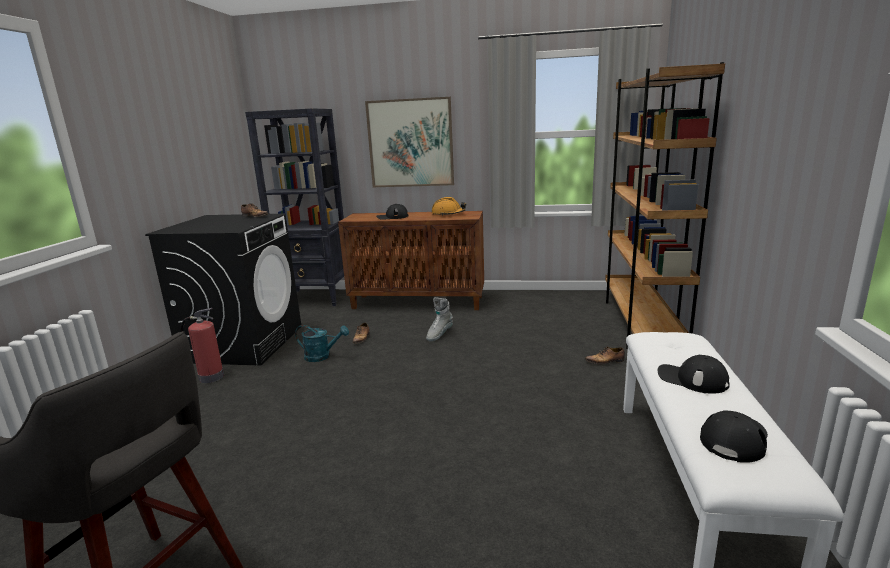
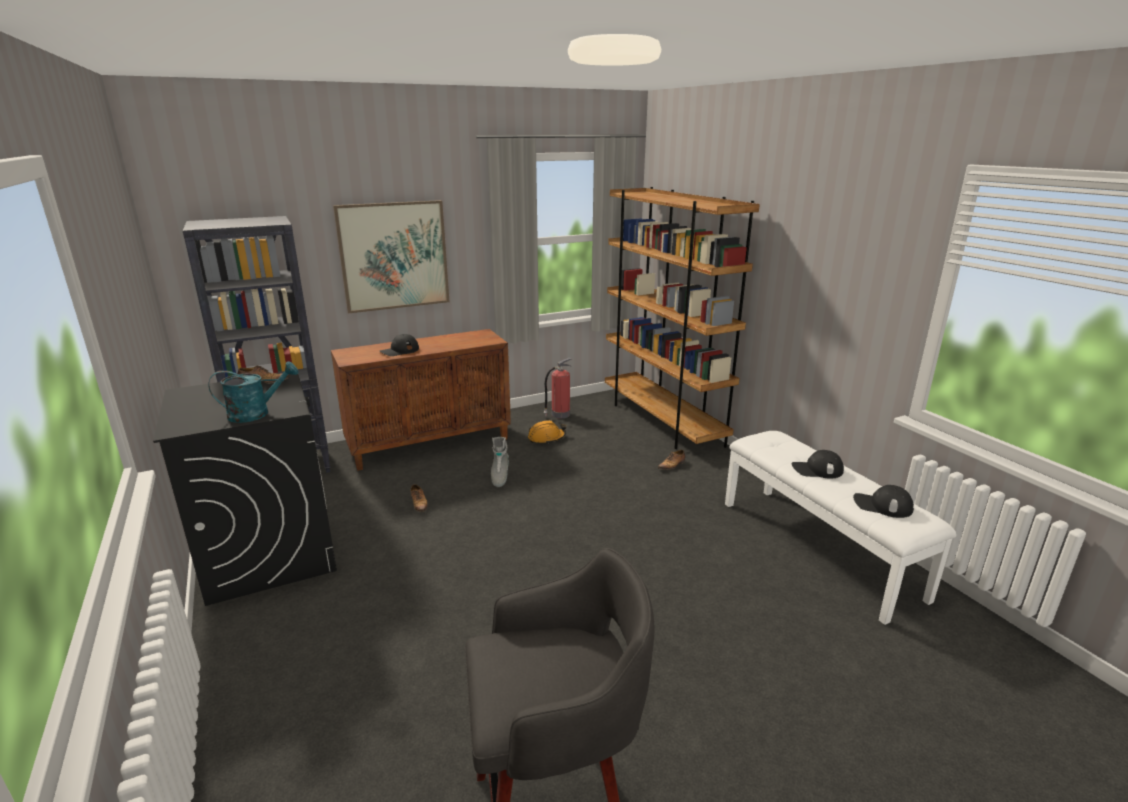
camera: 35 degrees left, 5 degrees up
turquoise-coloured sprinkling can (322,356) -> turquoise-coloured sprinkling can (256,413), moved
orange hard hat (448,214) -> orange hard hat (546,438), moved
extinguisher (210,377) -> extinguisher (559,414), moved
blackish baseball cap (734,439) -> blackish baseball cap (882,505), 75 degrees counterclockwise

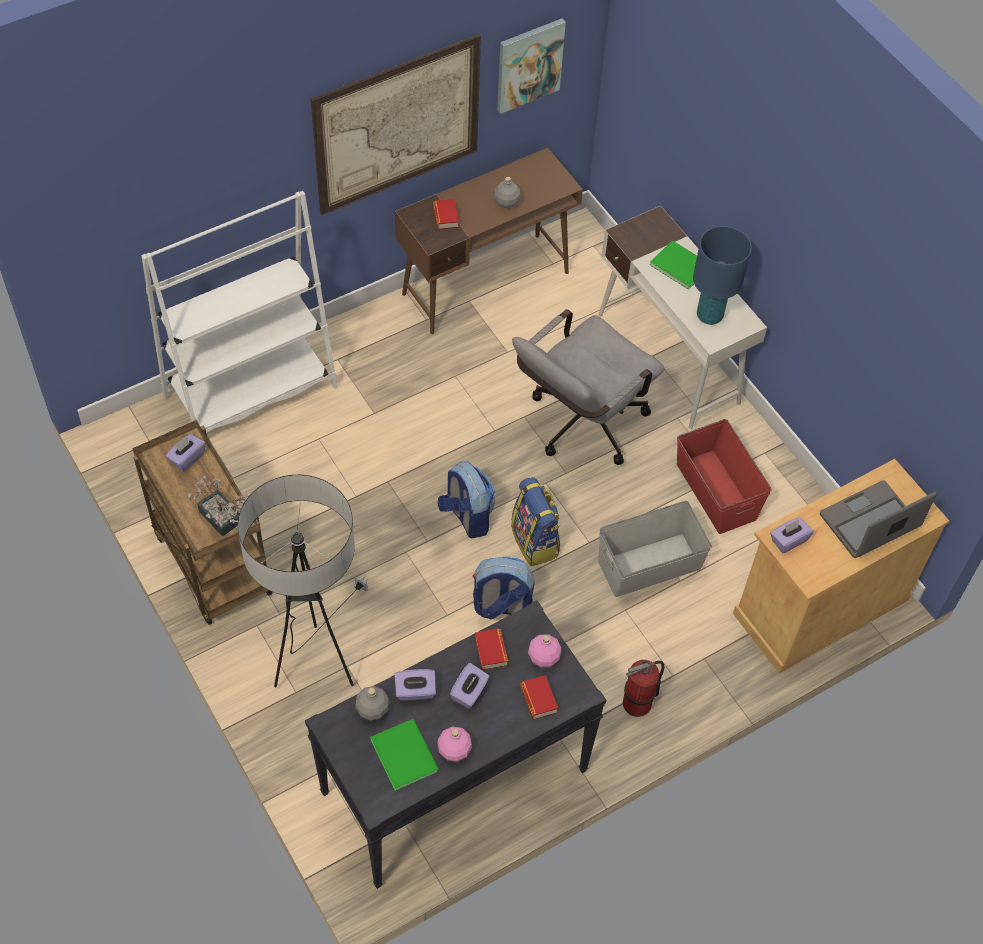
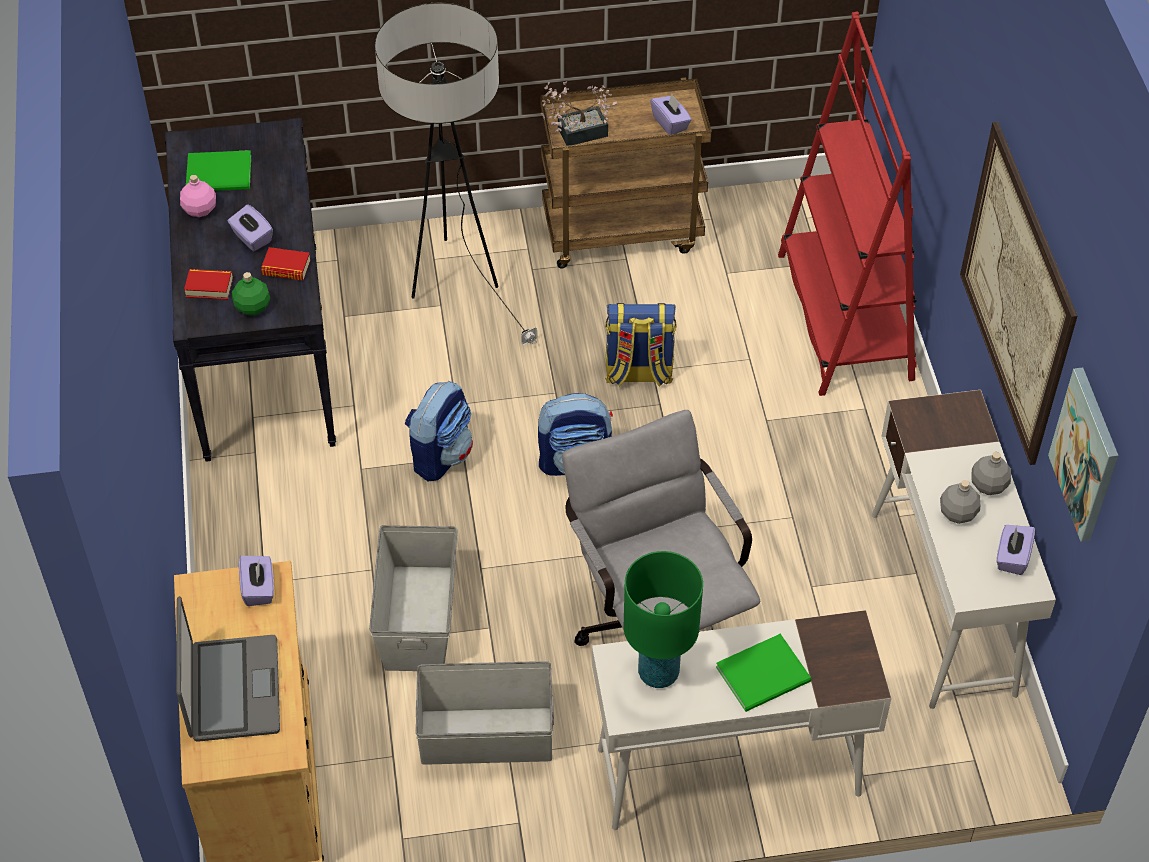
camera: 115 degrees right, 5 degrees down
pink beverage bottle (543,657) -> greenish beverage bottle (253,306)
reddish storage box (715,492) -> grey storage box (485,735)
rucksack (535,541) -> rucksack (638,373), moved
blue tabletop lamp (709,315) -> greenish tabletop lamp (658,672)
whitish bookcase (251,392) -> reddish bookcase (844,317)
brown-coloured desk table (486,282) -> whitish desk table (943,603)
grey beverage bottle (372,710) -> grey beverage bottle (988,485), moved
purple-coloured box of tissues (415,691) -> purple-coloured box of tissues (1012,557), moved
book (445,216) -> none
extinguisher (637,704) -> none

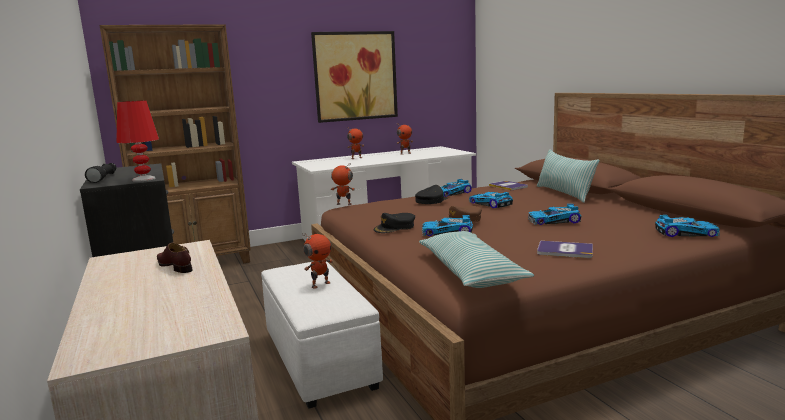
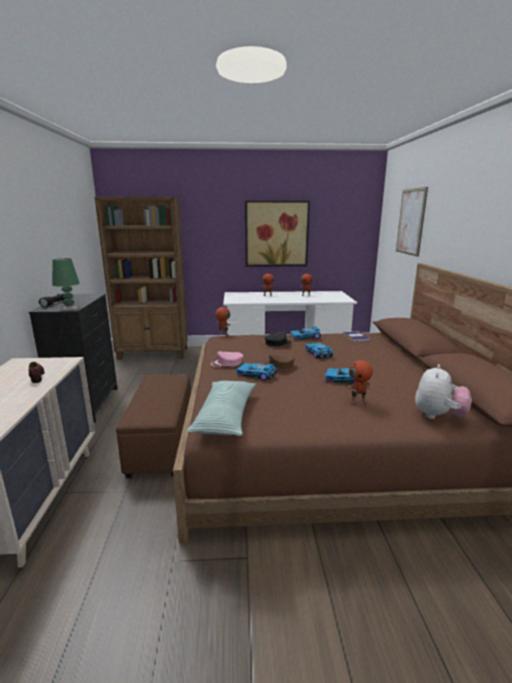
camera: 20 degrees right, 5 degrees up
reddish tabletop lamp (144,179) -> greenish tabletop lamp (70,308)
whitish pouffe (320,359) -> brown-coloured pouffe (162,443)
blackish baseball cap (395,228) -> pink baseball cap (227,363)
toy robot (320,284) -> toy robot (357,401), moved
none -> wall art (410,222)
model car (685,232) -> cuddly toy (438,416)
pillow (564,193) -> none
book (565,250) -> none

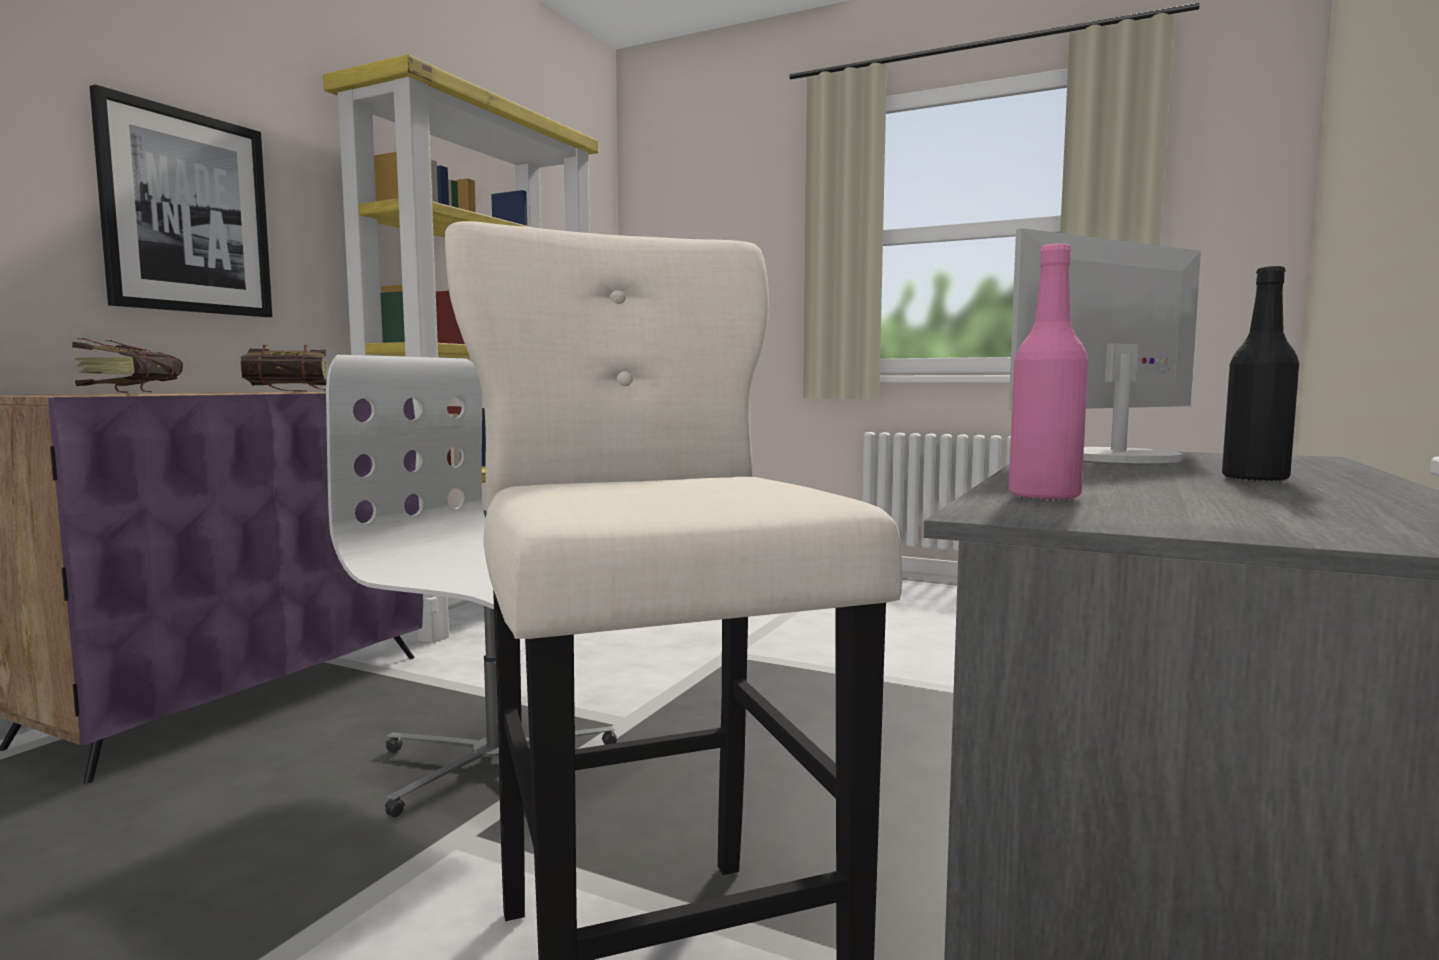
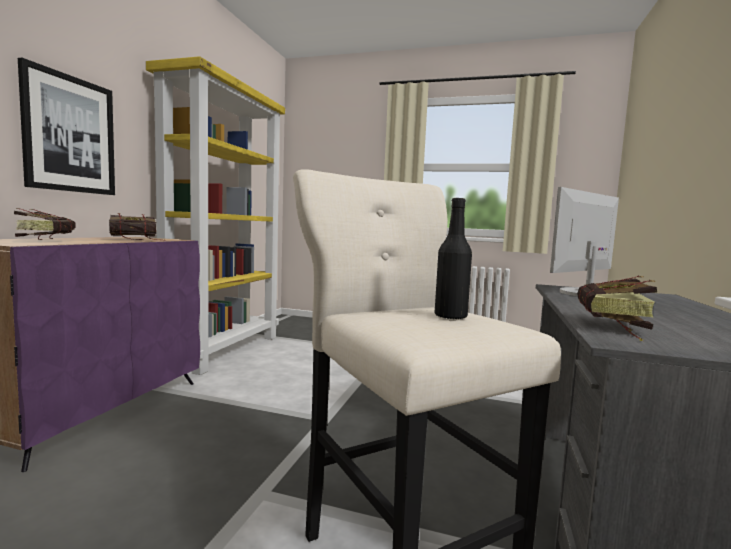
camera: 10 degrees left, 0 degrees up
blackish beverage bottle (1255,479) -> blackish beverage bottle (450,316), moved
pink beverage bottle (1044,497) -> book (612,327)
whitish computer chair (494,765) -> none

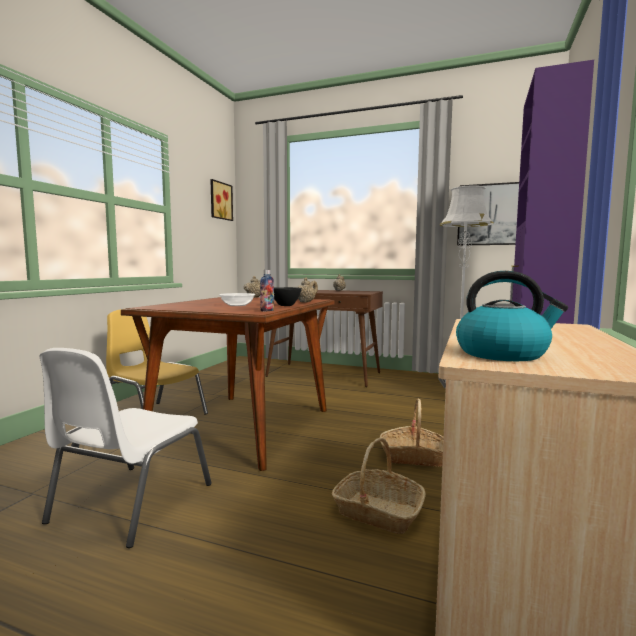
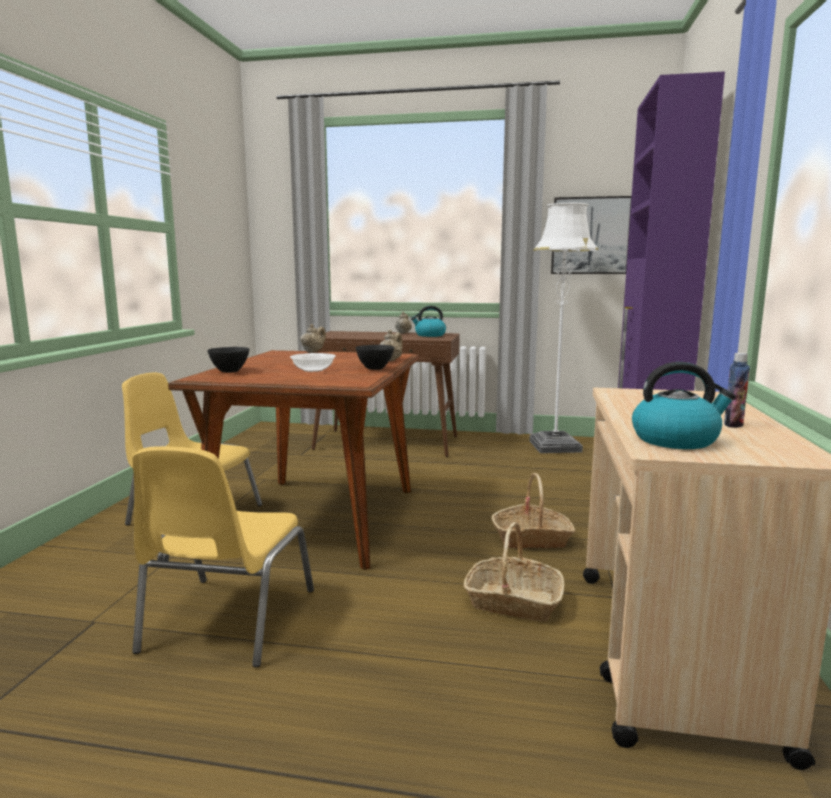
camera: 10 degrees left, 5 degrees up
whitish plain chair (129,503) -> yellow-coloured plain chair (226,621)
none -> blackish deep dish (230,372)
none -> kettle (429,335)
beverage bottle (267,310) -> beverage bottle (733,424), moved
wall art (219,201) -> none

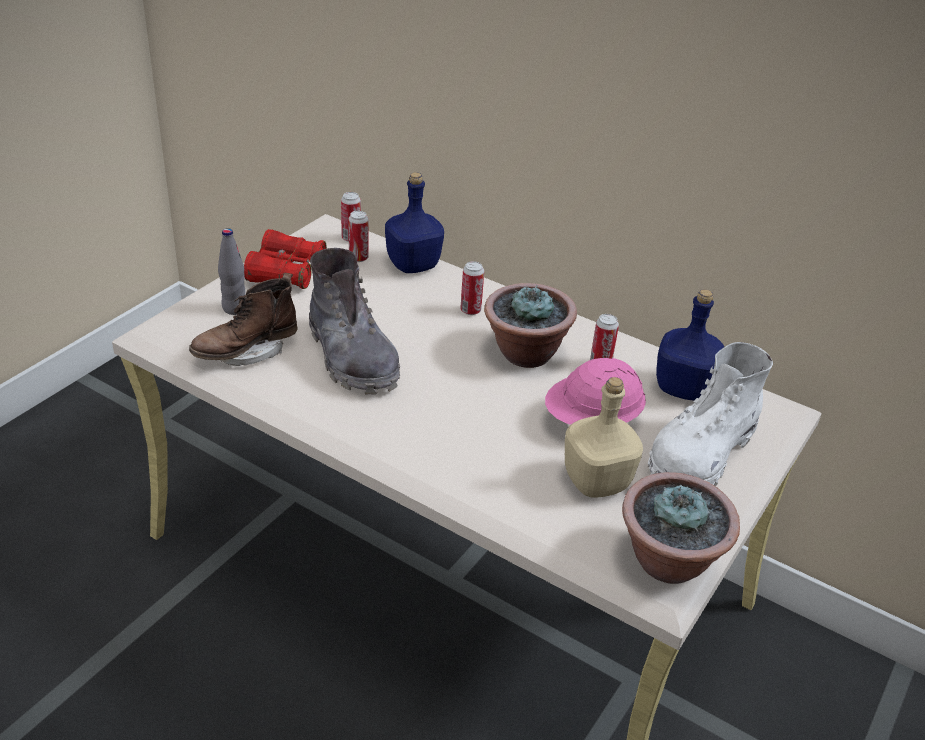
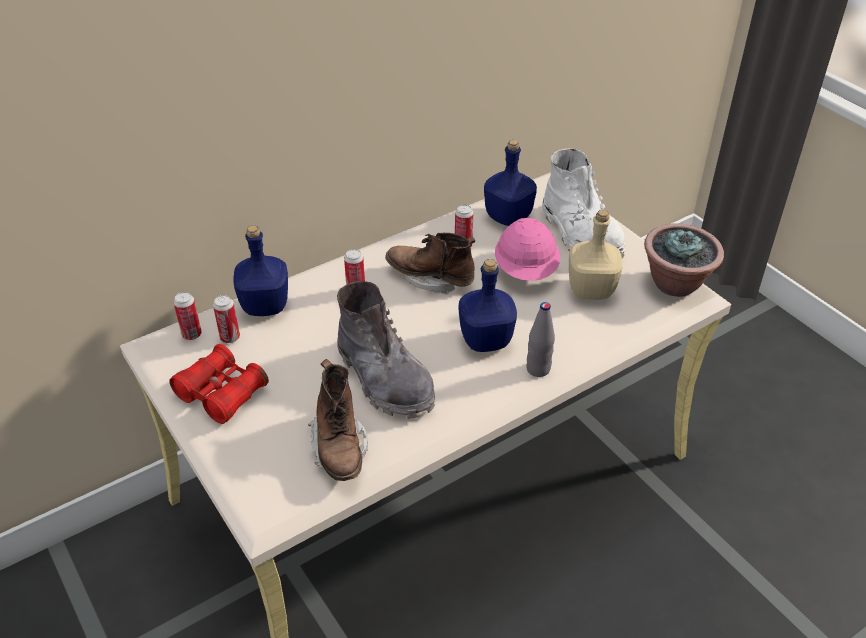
camera: 65 degrees left, 5 degrees up
grey high-top boot (352,357) -> grey high-top boot (385,379), 60 degrees clockwise
plant in a pot (525,353) -> brown-coloured high-top boot (430,278)
none -> blue beverage bottle (484,340)
grey beverage bottle (234,308) -> grey beverage bottle (538,369), moved

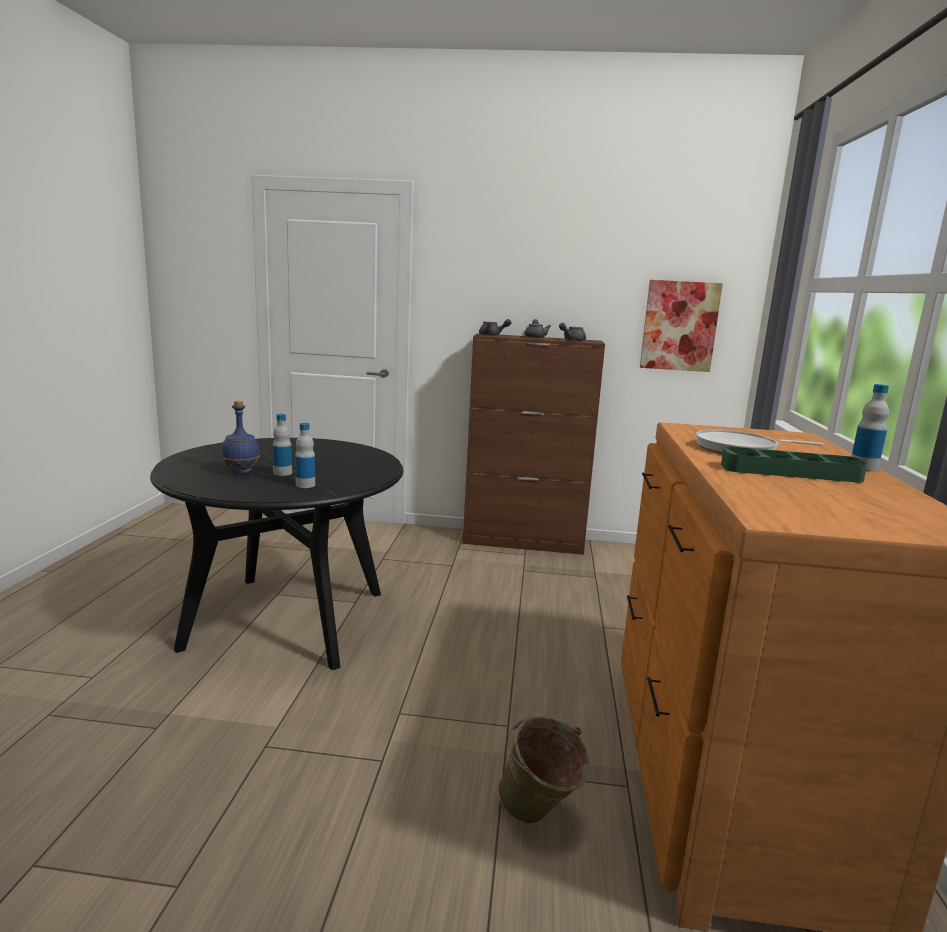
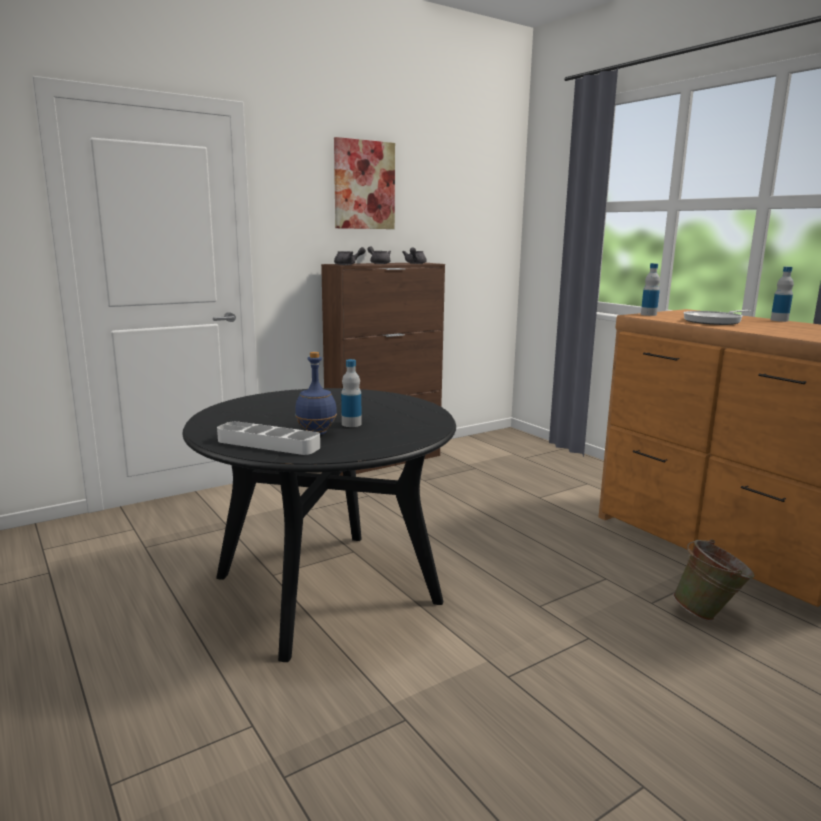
camera: 40 degrees left, 0 degrees up
none -> grey carrying tray (268,444)
wall art (679,326) -> wall art (364,185), moved
beverage bottle (305,485) -> beverage bottle (648,314), moved
greenish carrying tray (790,472) -> none

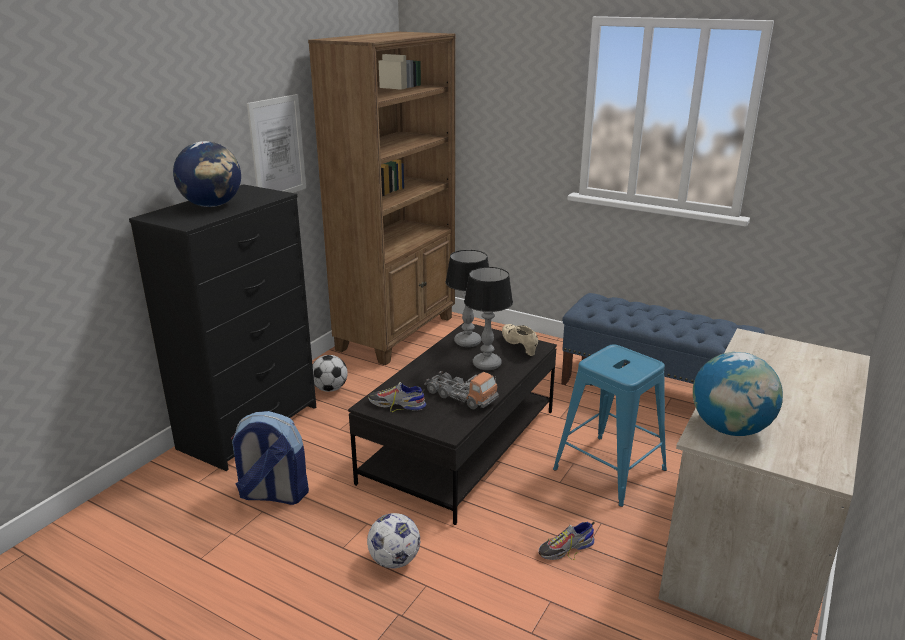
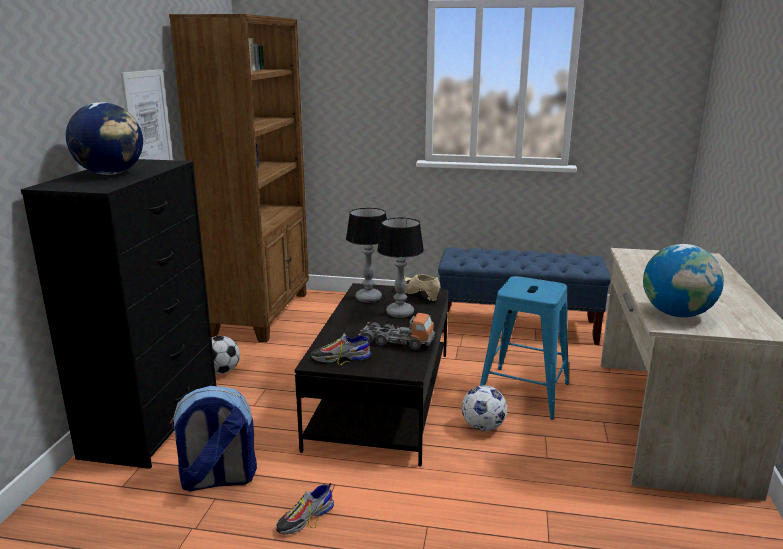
camera: 20 degrees left, 5 degrees down
item of footwear (565,548) -> item of footwear (305,518), moved
football (394,560) -> football (483,427), moved

